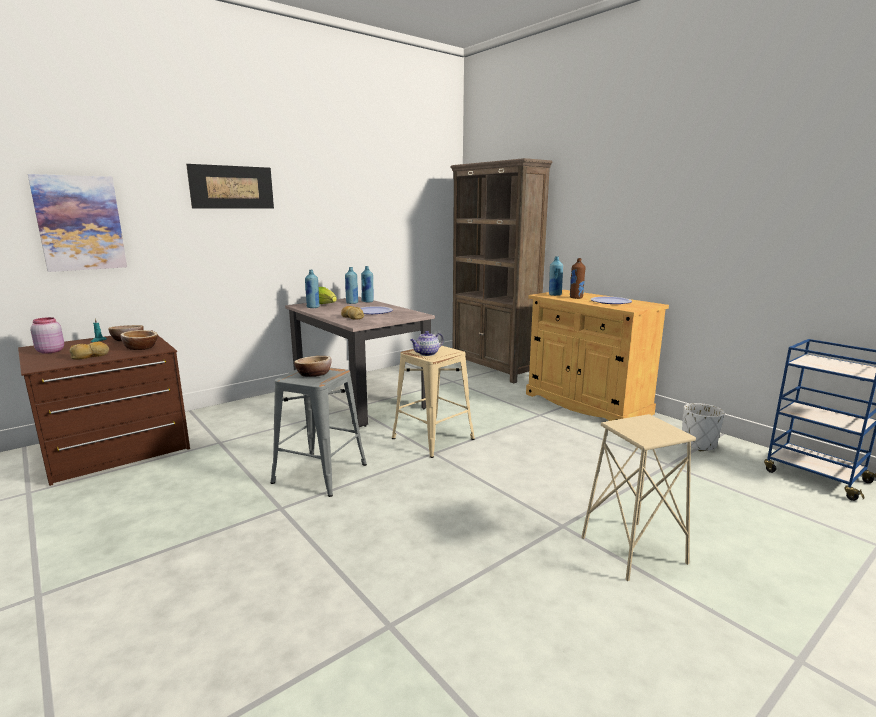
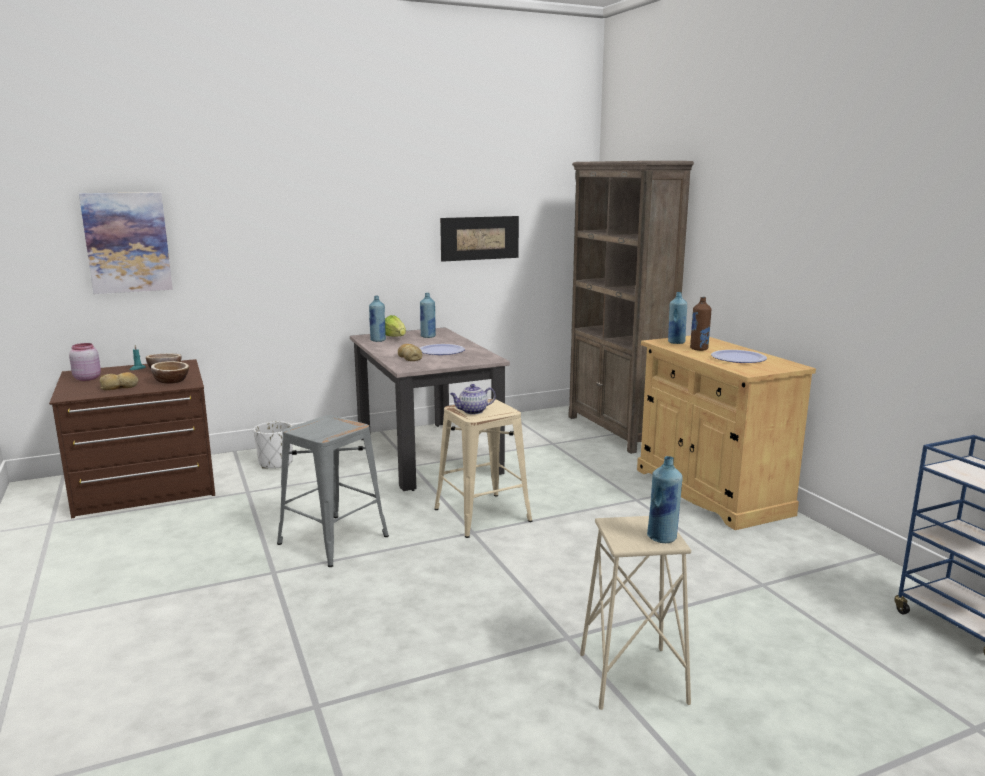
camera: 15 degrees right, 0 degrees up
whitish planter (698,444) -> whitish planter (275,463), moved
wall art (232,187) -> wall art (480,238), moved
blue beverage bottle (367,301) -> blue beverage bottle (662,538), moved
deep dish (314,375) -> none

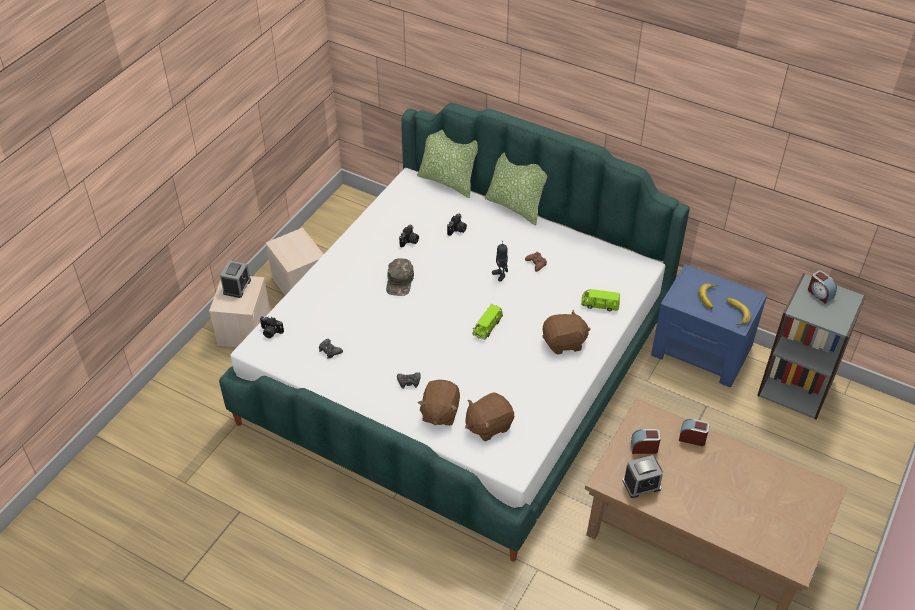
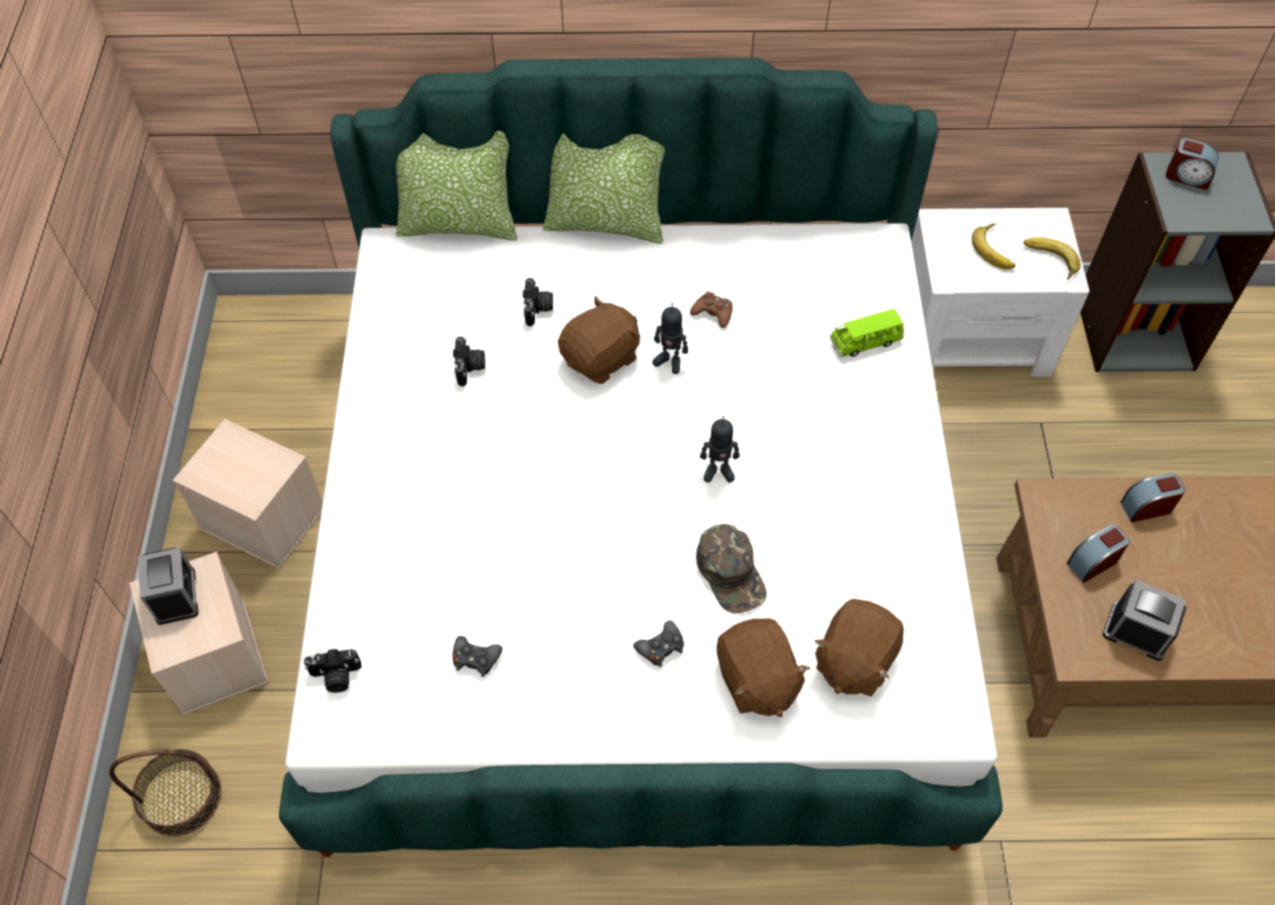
camera: 30 degrees left, 10 degrees up
none -> storage basket (181,797)
brown-coloured cuddly toy (564,343) -> brown-coloured cuddly toy (601,358), moved
greenish baseball cap (400,281) -> greenish baseball cap (731,573), moved
greenish model car (487,327) -> toy robot (718,471)
blue nightstand (702,351) -> whitish nightstand (973,335)
alarm clock (641,484) -> alarm clock (1137,631), 105 degrees counterclockwise

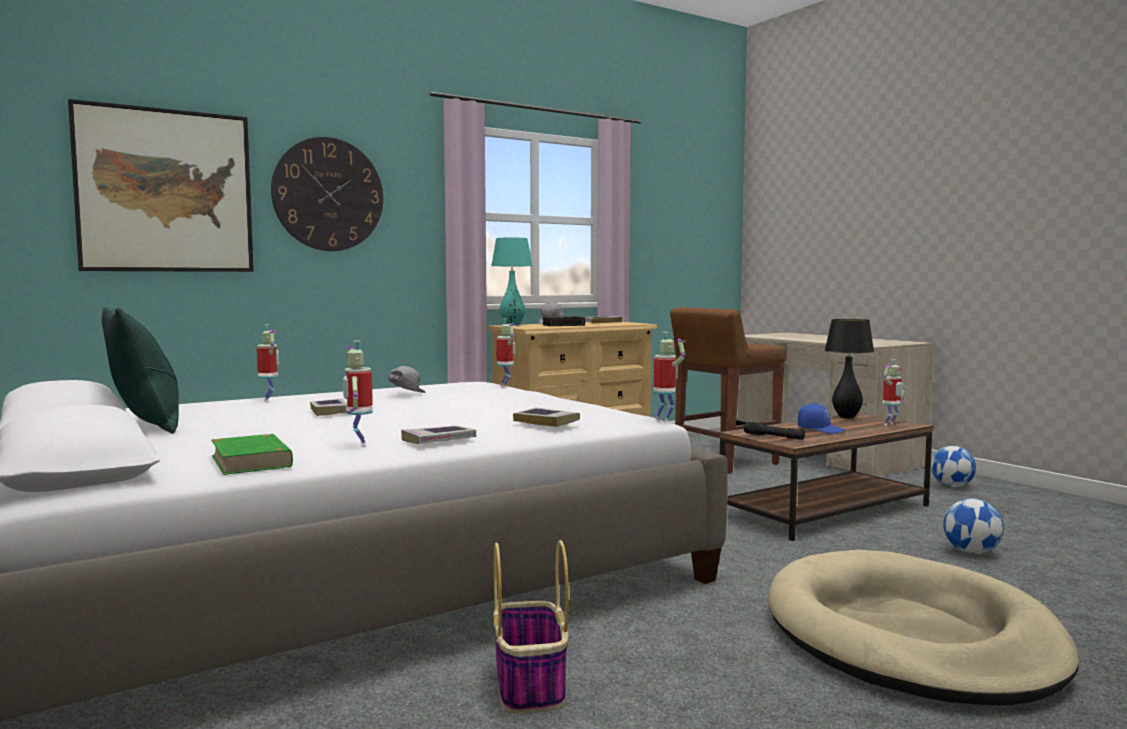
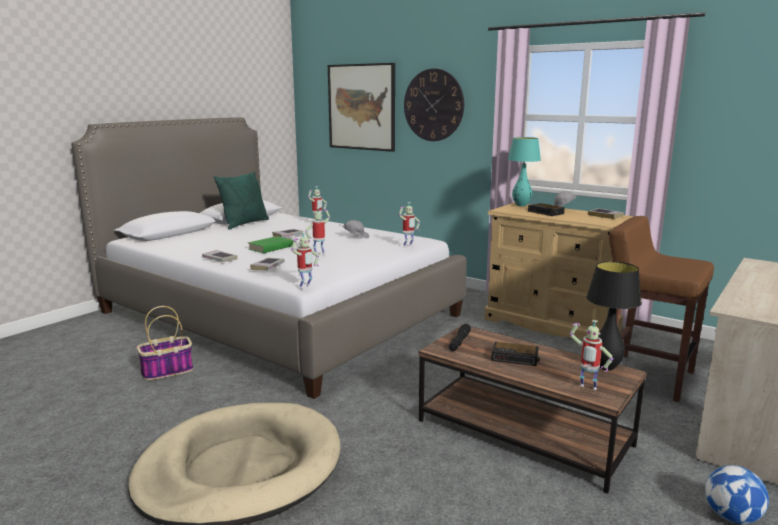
camera: 70 degrees right, 10 degrees up
greenish book (252,461) -> greenish book (271,247), moved
toy robot (359,444) -> toy robot (319,254), moved
blue baseball cap (821,429) -> alarm clock (516,357)
football (971,552) -> none

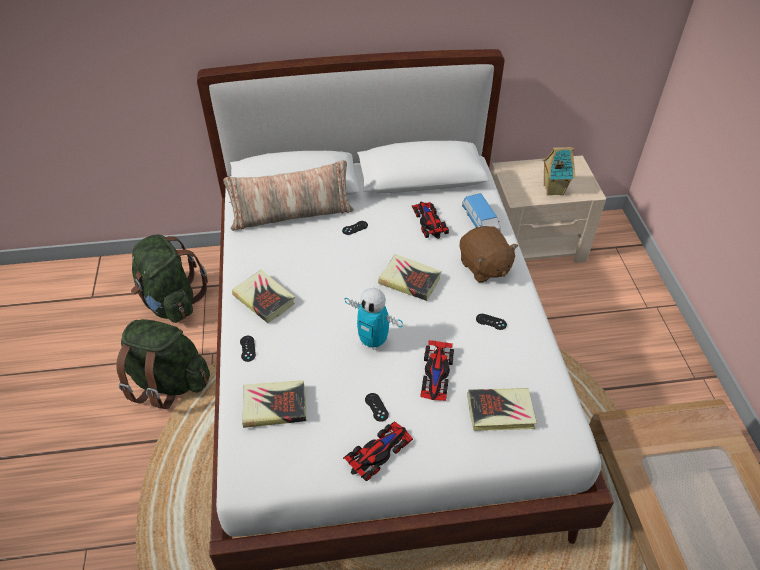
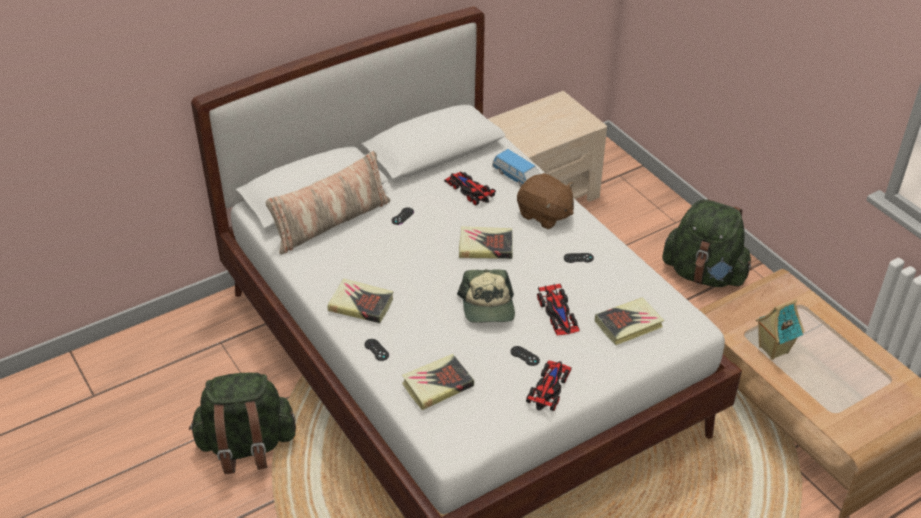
camera: 25 degrees left, 5 degrees down
toy robot (373,341) -> baseball cap (488,306)
greenish rucksack (172,302) -> greenish rucksack (704,274), moved
miniature house (552,190) -> miniature house (772,349), moved

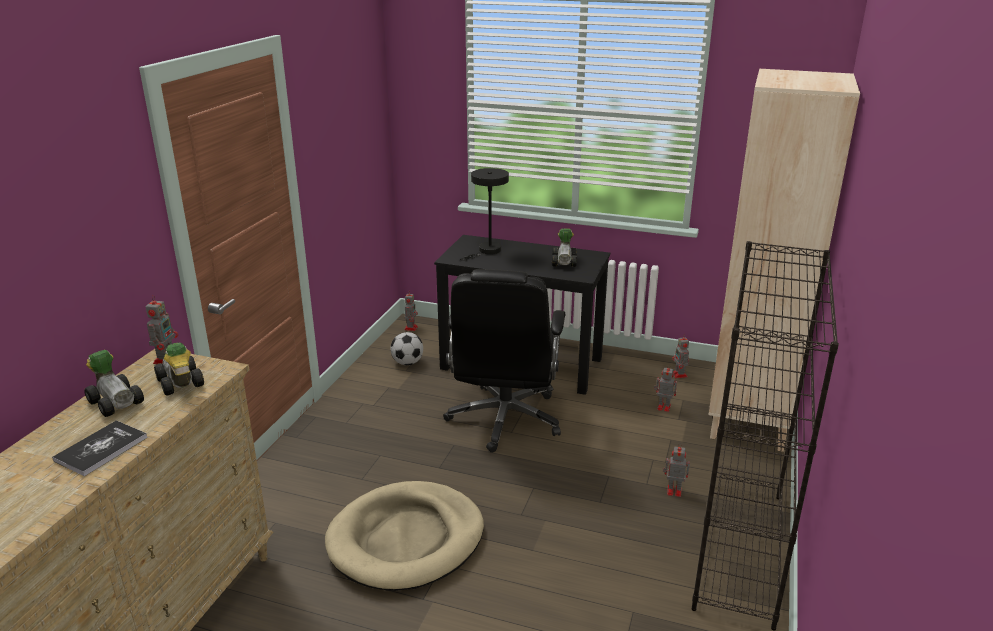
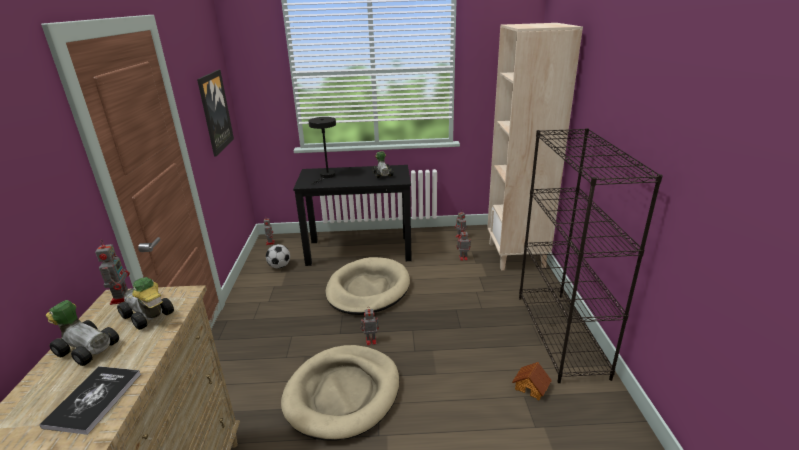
camera: 20 degrees left, 0 degrees up
none -> wall art (215,112)
blackish computer chair (504,419) -> beige pet bed (368,289)
toy robot (673,490) -> toy robot (370,341), moved
none -> miniature house (531,387)

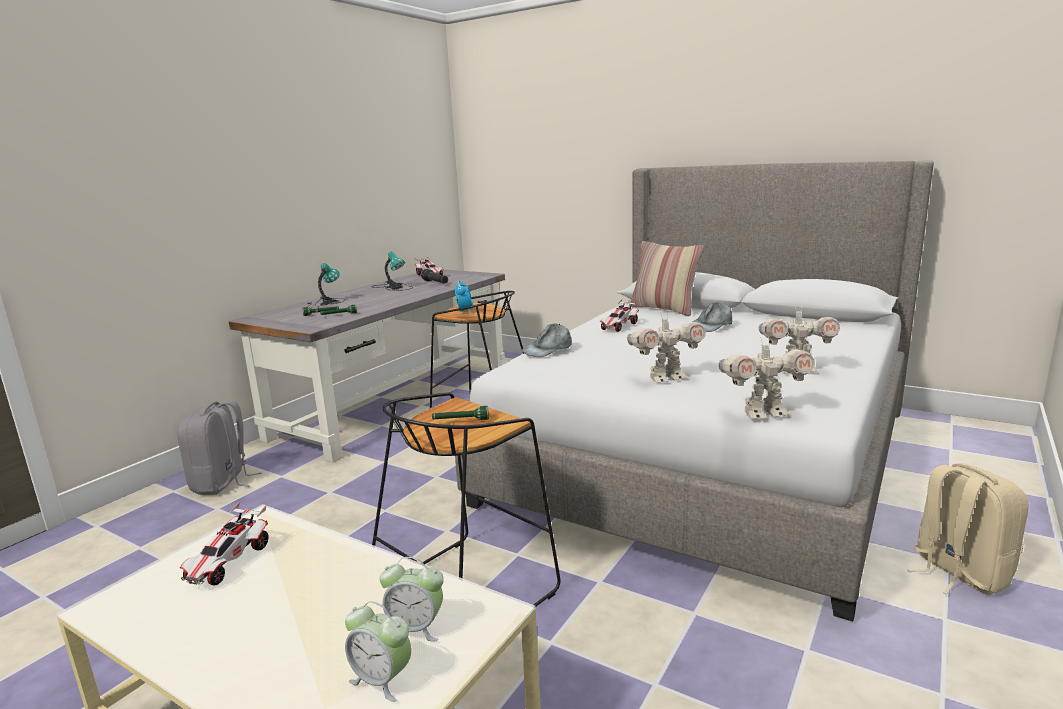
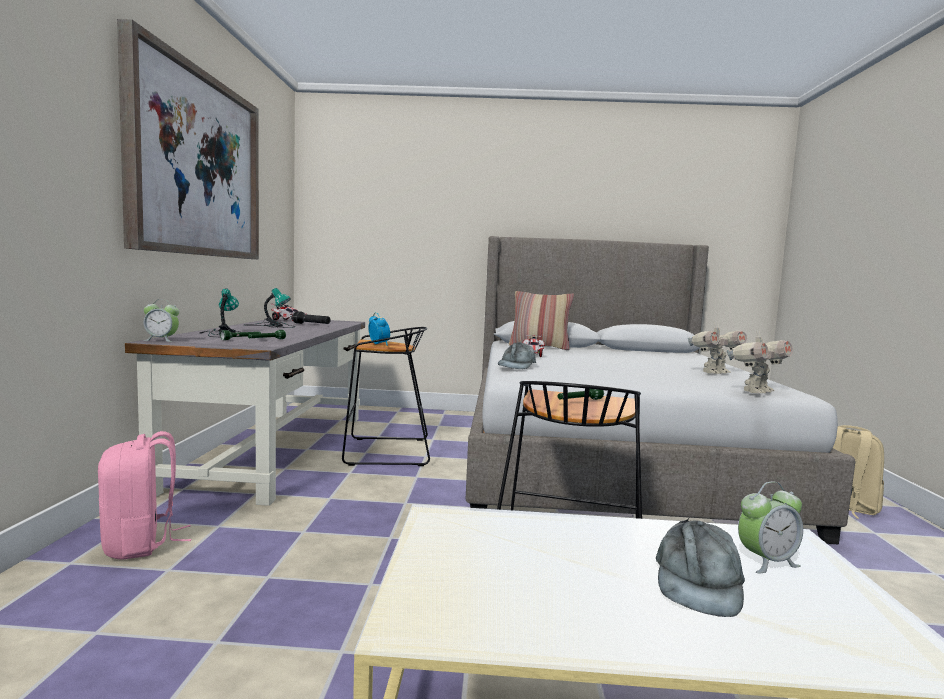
camera: 30 degrees left, 10 degrees down
grey rucksack (222,483) -> pink rucksack (141,544)
none -> wall art (197,165)
alarm clock (382,679) -> alarm clock (161,340), moved
grey baseball cap (711,325) -> grey baseball cap (697,581), moved
model car (229,562) -> none
toy robot (665,378) -> none

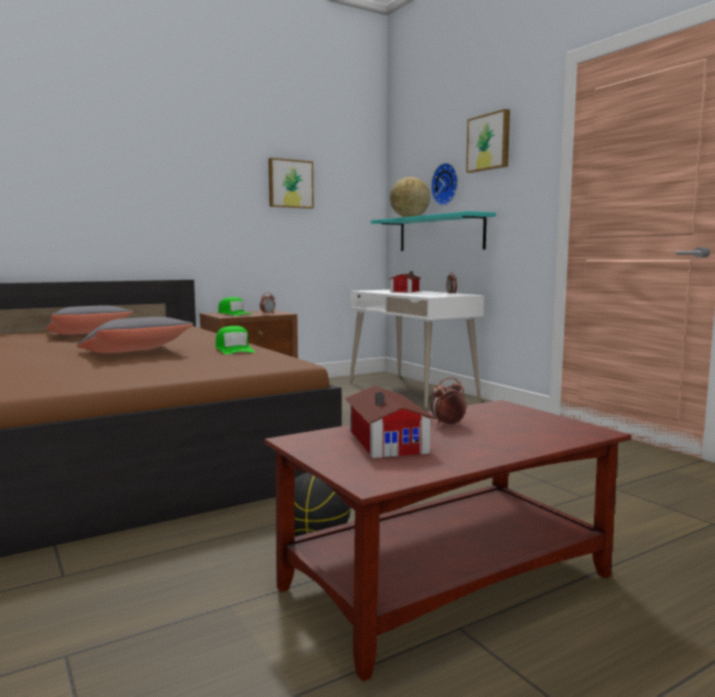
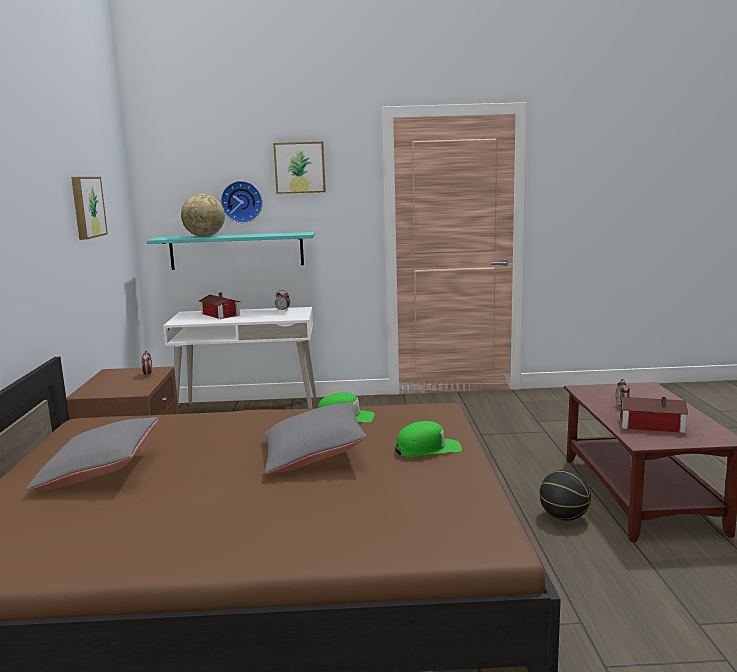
camera: 60 degrees left, 5 degrees up
greenish baseball cap (234,314) -> greenish baseball cap (428,449), moved

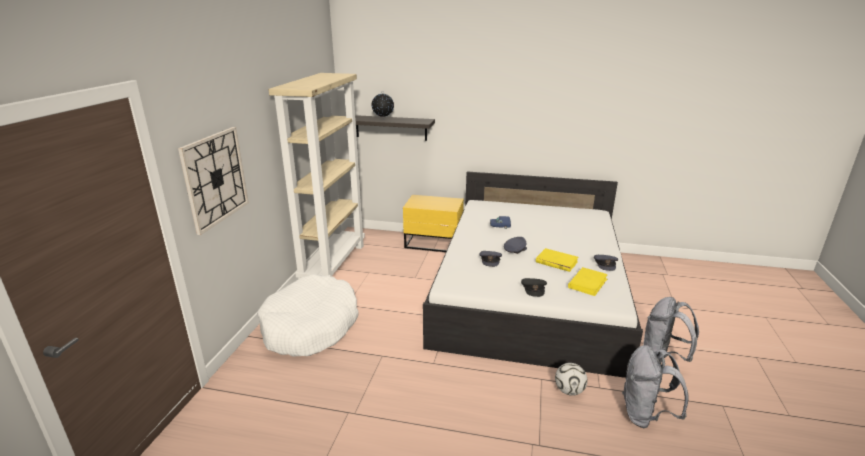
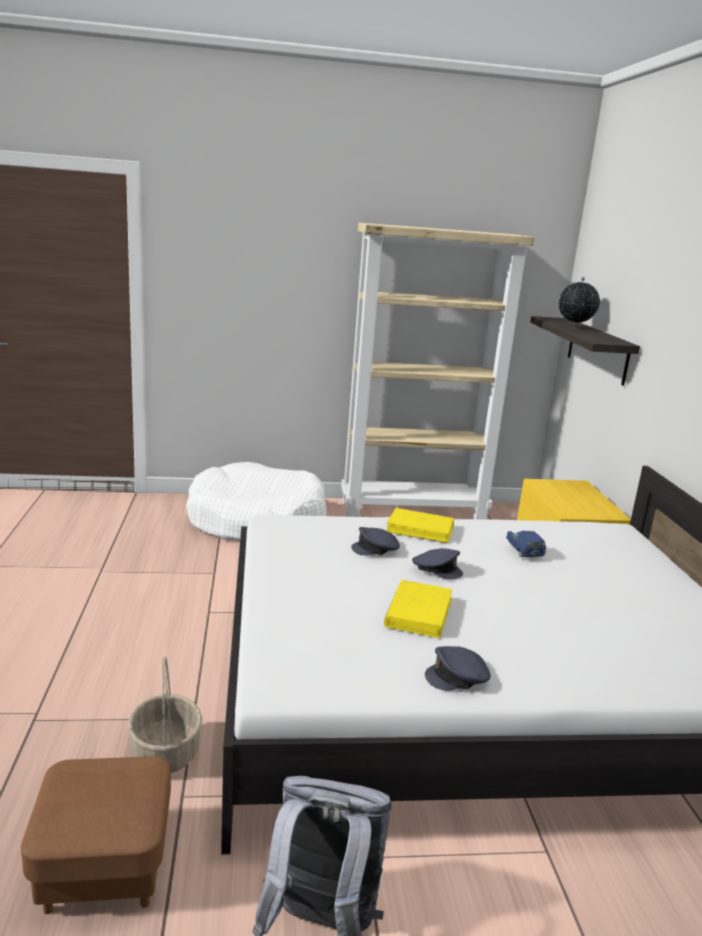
camera: 70 degrees right, 5 degrees down
grey rucksack (645,415) -> brown-coloured pouffe (104,866)
football (569,390) -> storage basket (166,753)
yellow-coloured book (587,283) -> yellow-coloured book (420,529), moved
clock on the wall (215,178) -> none
blackish baseball cap (533,289) -> none

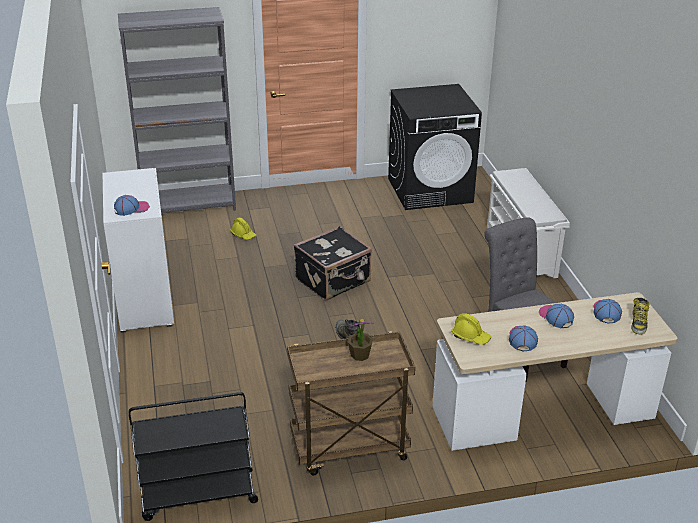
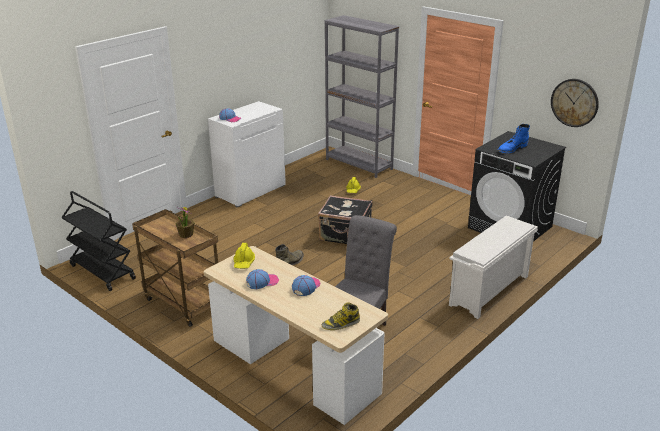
camera: 55 degrees right, 5 degrees down
none -> blue high-top boot (512,148)
none -> clock on the wall (574,102)
baseball cap (606,312) -> none

